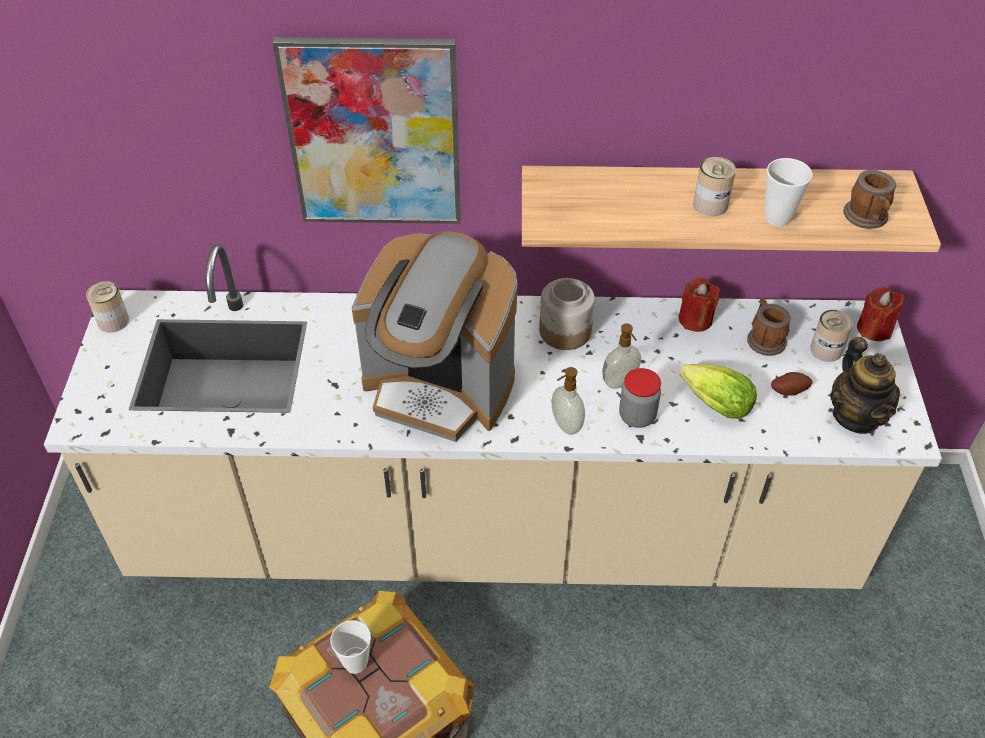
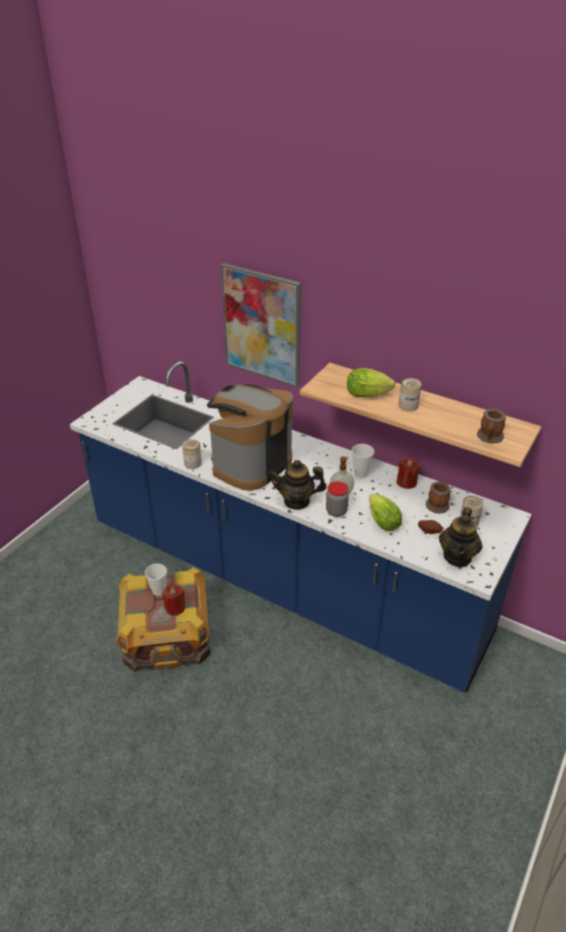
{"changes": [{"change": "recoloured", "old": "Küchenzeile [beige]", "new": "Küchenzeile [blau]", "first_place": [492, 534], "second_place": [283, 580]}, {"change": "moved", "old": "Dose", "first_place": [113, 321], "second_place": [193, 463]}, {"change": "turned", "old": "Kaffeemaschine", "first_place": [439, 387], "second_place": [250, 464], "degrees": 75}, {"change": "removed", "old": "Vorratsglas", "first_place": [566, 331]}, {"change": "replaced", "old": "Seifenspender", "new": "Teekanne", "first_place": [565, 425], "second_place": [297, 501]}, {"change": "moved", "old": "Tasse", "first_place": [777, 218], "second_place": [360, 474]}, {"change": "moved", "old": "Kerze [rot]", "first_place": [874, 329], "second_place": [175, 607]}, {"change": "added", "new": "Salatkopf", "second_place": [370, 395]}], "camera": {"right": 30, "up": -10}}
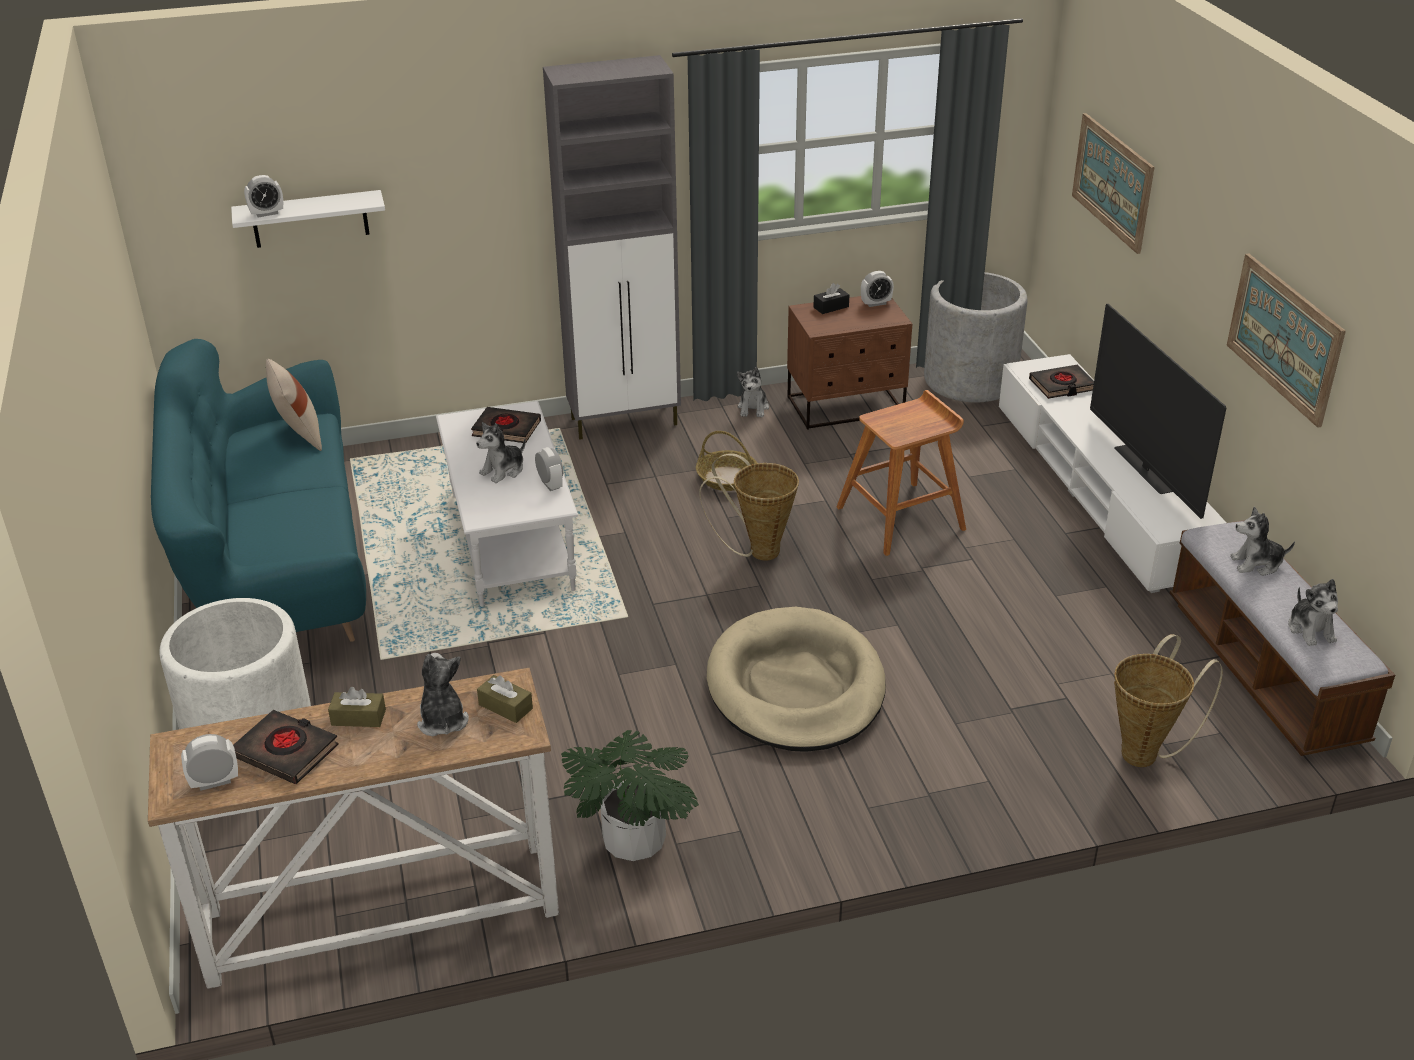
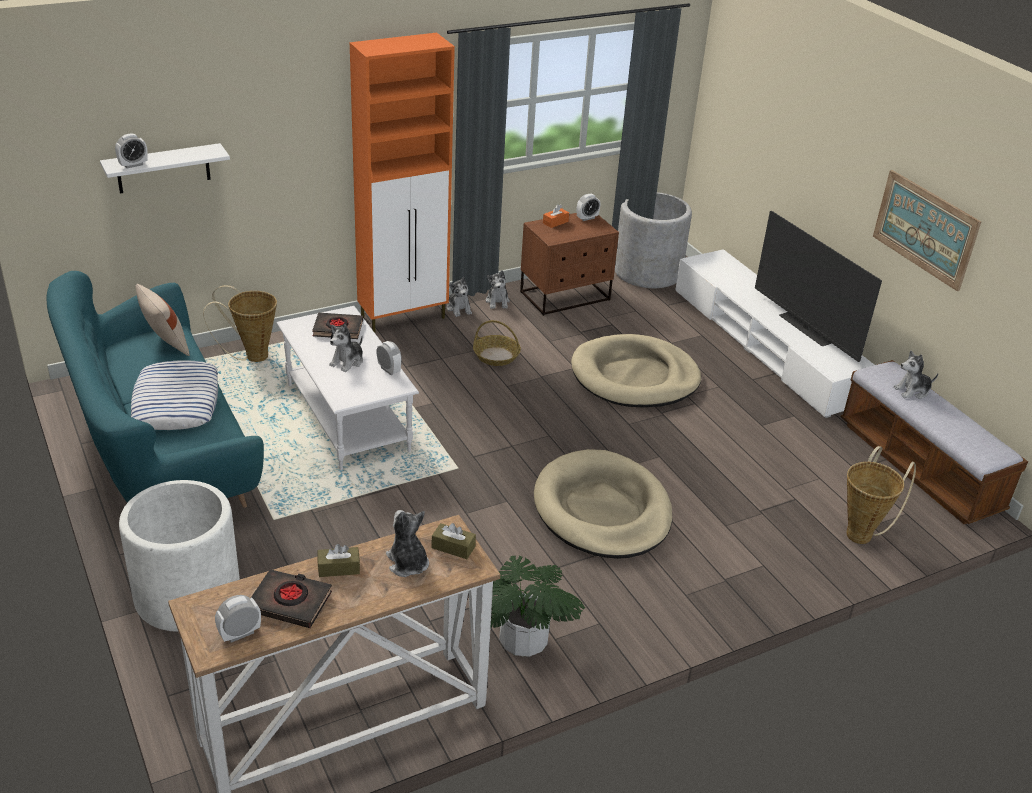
{"changes": [{"change": "recoloured", "old": "Schrank [grau]", "new": "Schrank [orange]", "first_place": [625, 421], "second_place": [404, 318]}, {"change": "moved", "old": "Korb", "first_place": [757, 551], "second_place": [251, 356]}, {"change": "recoloured", "old": "Taschentuchbox [schwarz]", "new": "Taschentuchbox [orange]", "first_place": [831, 307], "second_place": [555, 222]}, {"change": "replaced", "old": "Hocker [braun]", "new": "Hundebett [beige]", "first_place": [902, 518], "second_place": [635, 377]}, {"change": "removed", "old": "Buch [schwarz]", "first_place": [1062, 385]}, {"change": "removed", "old": "Bild", "first_place": [1112, 181]}, {"change": "moved", "old": "Plüschtier", "first_place": [1311, 629], "second_place": [459, 309]}, {"change": "added", "new": "Kissen", "second_place": [176, 402]}], "camera": {"right": -15, "up": 0}}
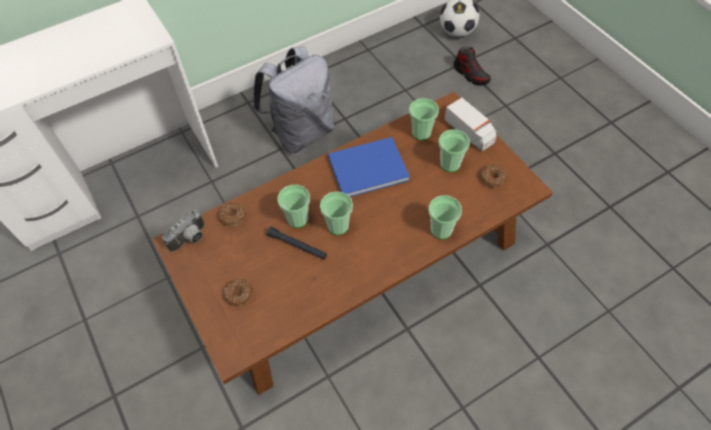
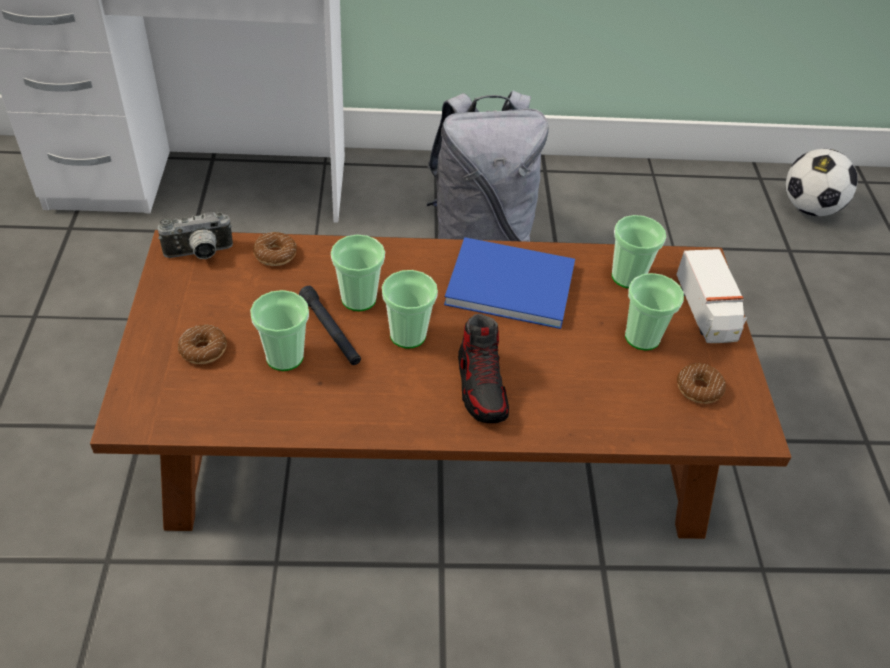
{"changes": [{"change": "moved", "old": "Tasse", "first_place": [441, 230], "second_place": [284, 357]}, {"change": "moved", "old": "Schuh", "first_place": [471, 74], "second_place": [481, 386]}], "camera": {"right": 25, "up": -10}}
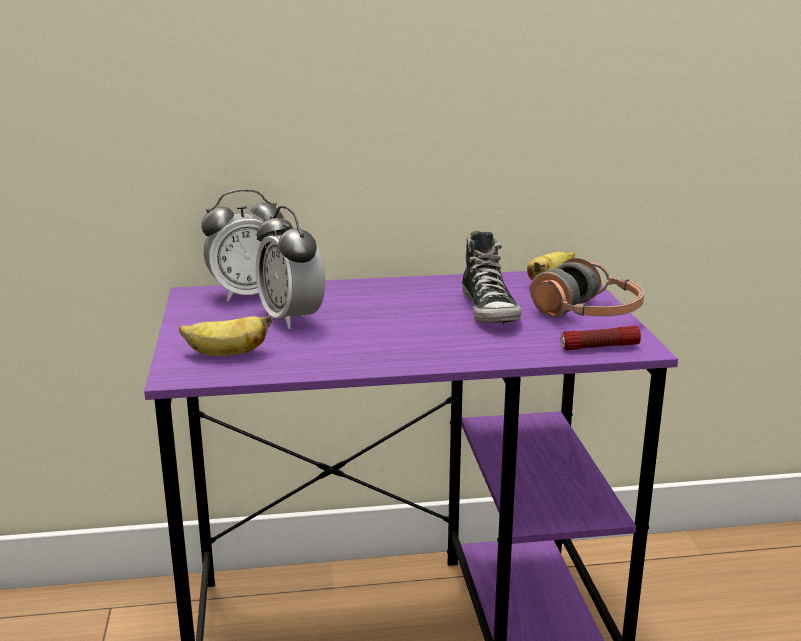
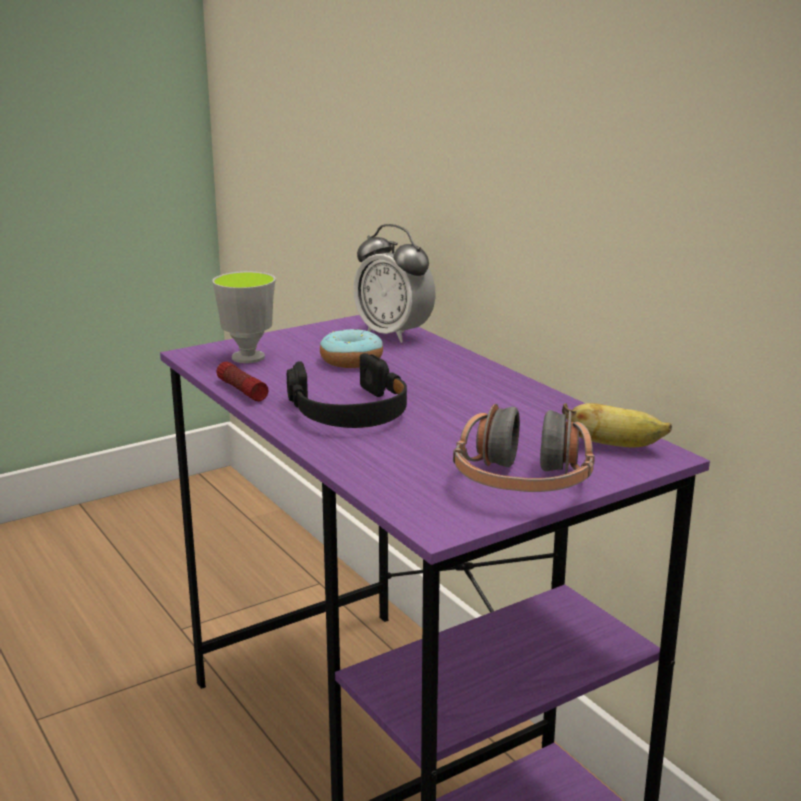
{"changes": [{"change": "replaced", "old": "Banane", "new": "Tasse", "first_place": [226, 354], "second_place": [248, 357]}, {"change": "replaced", "old": "Wecker", "new": "Donut", "first_place": [291, 318], "second_place": [351, 360]}, {"change": "removed", "old": "Schuh", "first_place": [489, 310]}, {"change": "moved", "old": "Taschenlampe", "first_place": [599, 347], "second_place": [241, 390]}, {"change": "added", "new": "Kopfhörer [schwarz]", "second_place": [349, 411]}], "camera": {"right": 65, "up": 0}}
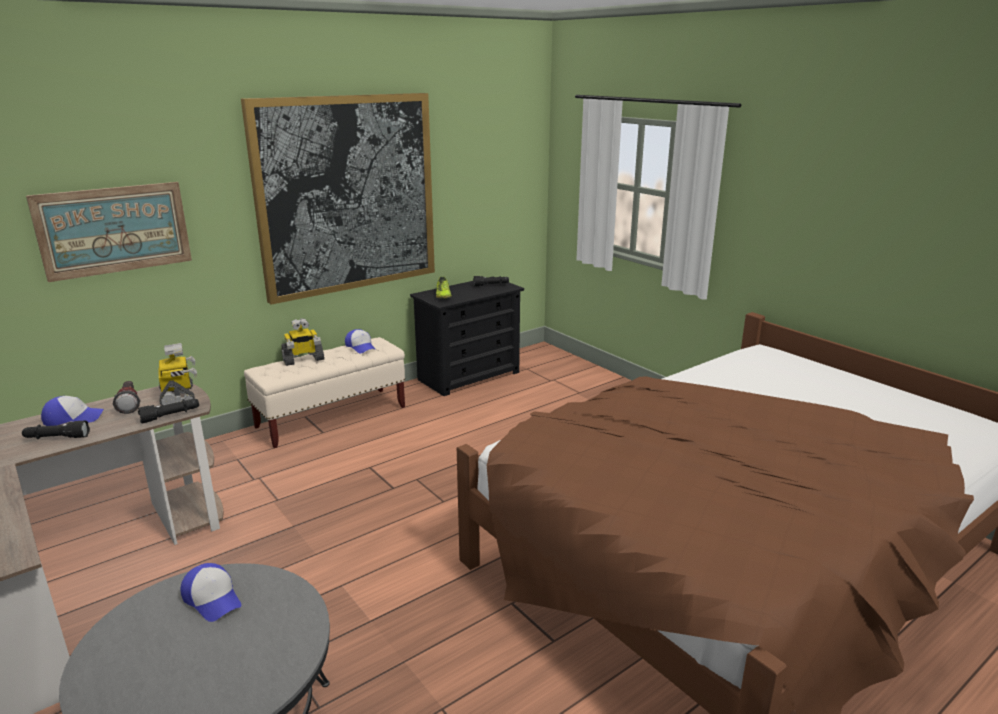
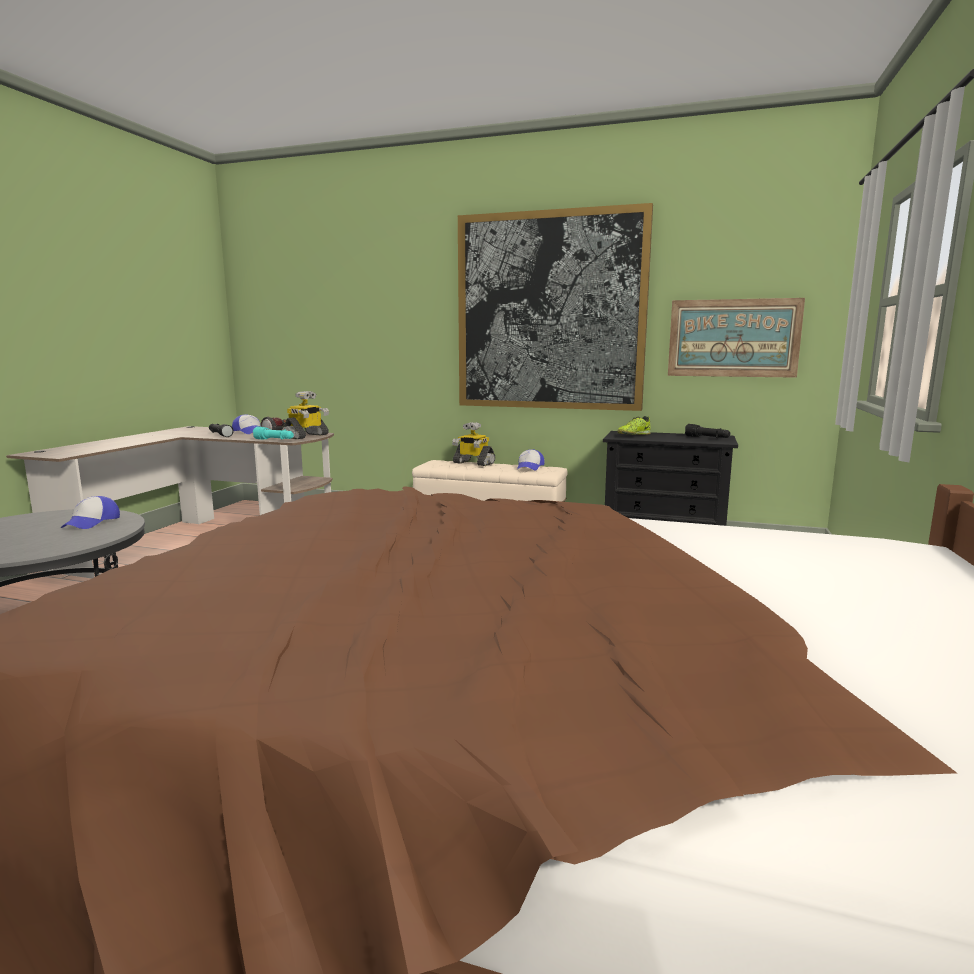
{"changes": [{"change": "moved", "old": "Bild", "first_place": [114, 230], "second_place": [733, 338]}, {"change": "recoloured", "old": "Taschenlampe [schwarz]", "new": "Taschenlampe [türkis]", "first_place": [170, 416], "second_place": [274, 440]}], "camera": {"right": 55, "up": -10}}
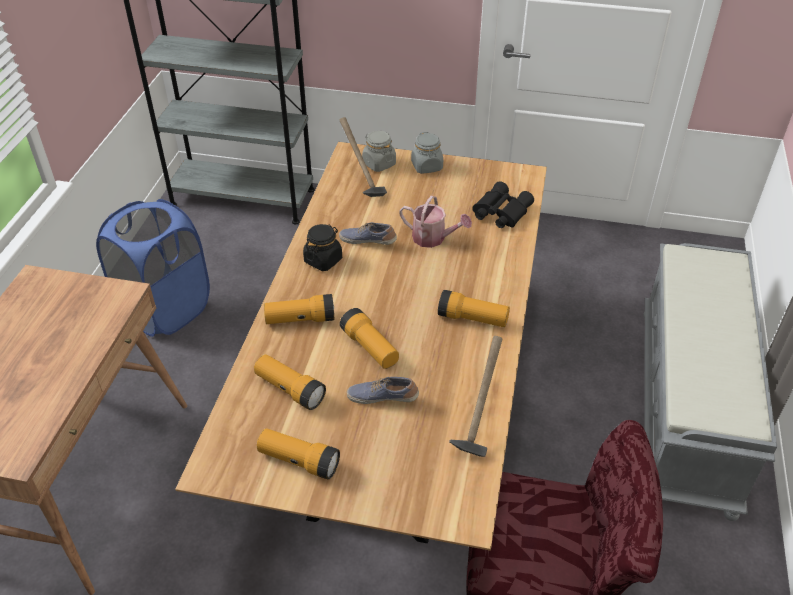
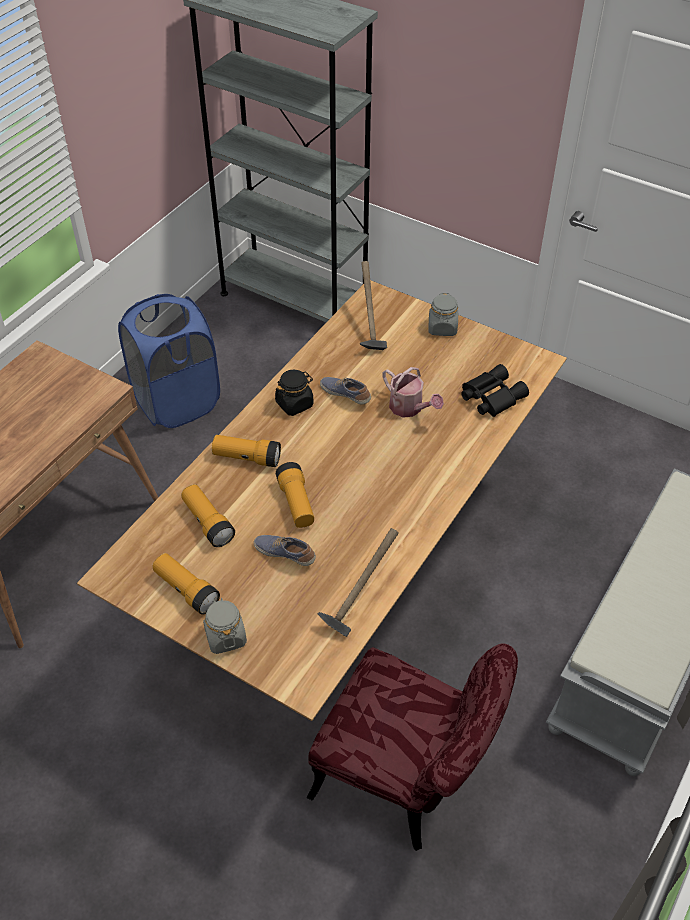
{"changes": [{"change": "moved", "old": "Vorratsglas [grau]", "first_place": [379, 164], "second_place": [225, 636]}, {"change": "removed", "old": "Taschenlampe", "first_place": [472, 319]}], "camera": {"right": 20, "up": 5}}
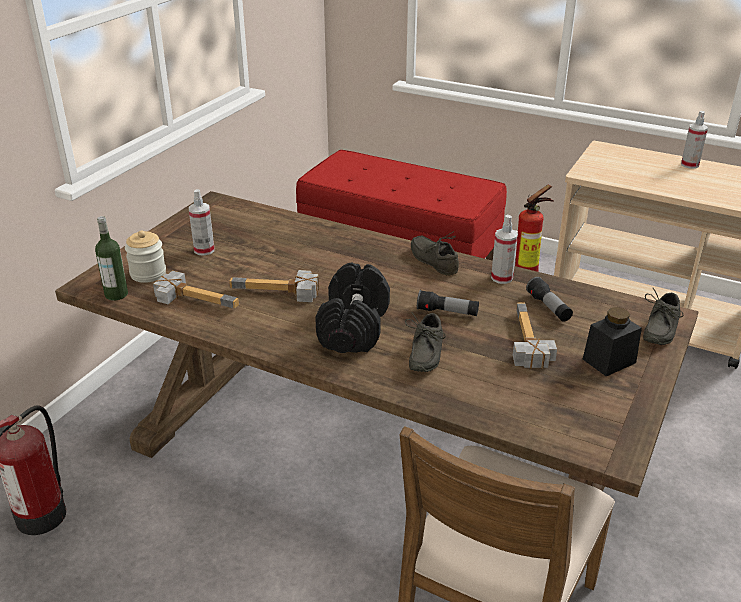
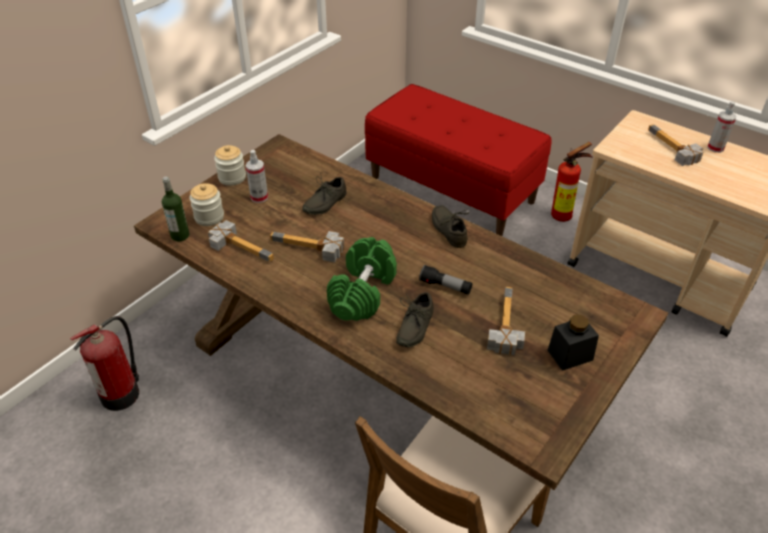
{"changes": [{"change": "recoloured", "old": "Hantel [schwarz]", "new": "Hantel [grün]", "first_place": [354, 327], "second_place": [363, 293]}, {"change": "removed", "old": "Sprühflasche", "first_place": [502, 278]}, {"change": "removed", "old": "Taschenlampe", "first_place": [548, 307]}, {"change": "moved", "old": "Schuh [grau]", "first_place": [657, 329], "second_place": [323, 203]}, {"change": "added", "new": "Vorratsglas", "second_place": [232, 178]}, {"change": "added", "new": "Hammer", "second_place": [670, 149]}], "camera": {"right": 10, "up": 10}}
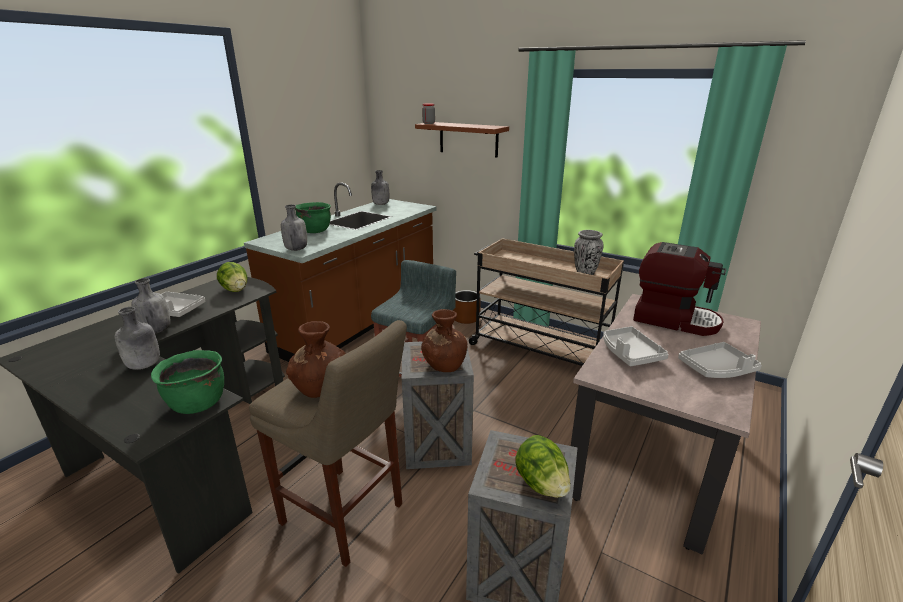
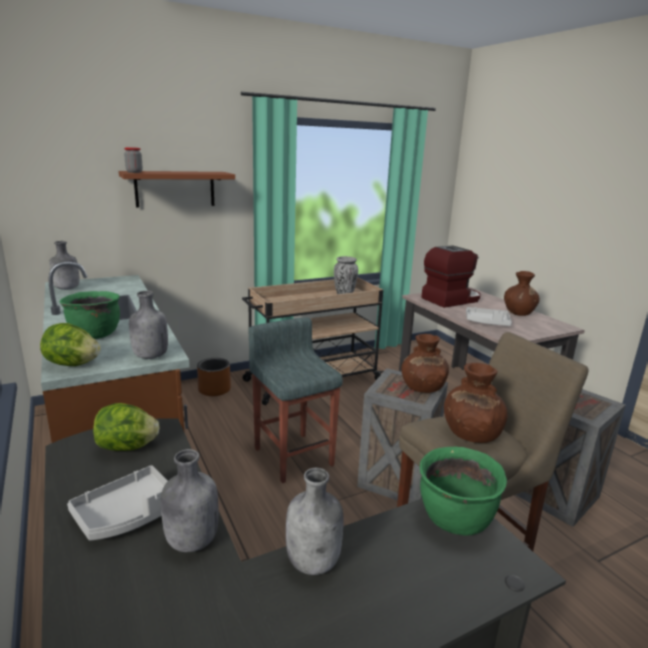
{"changes": [{"change": "moved", "old": "Salatkopf", "first_place": [541, 484], "second_place": [72, 364]}, {"change": "replaced", "old": "Tablett [grau]", "new": "Vase [braun]", "first_place": [717, 369], "second_place": [518, 312]}], "camera": {"right": -60, "up": -5}}
